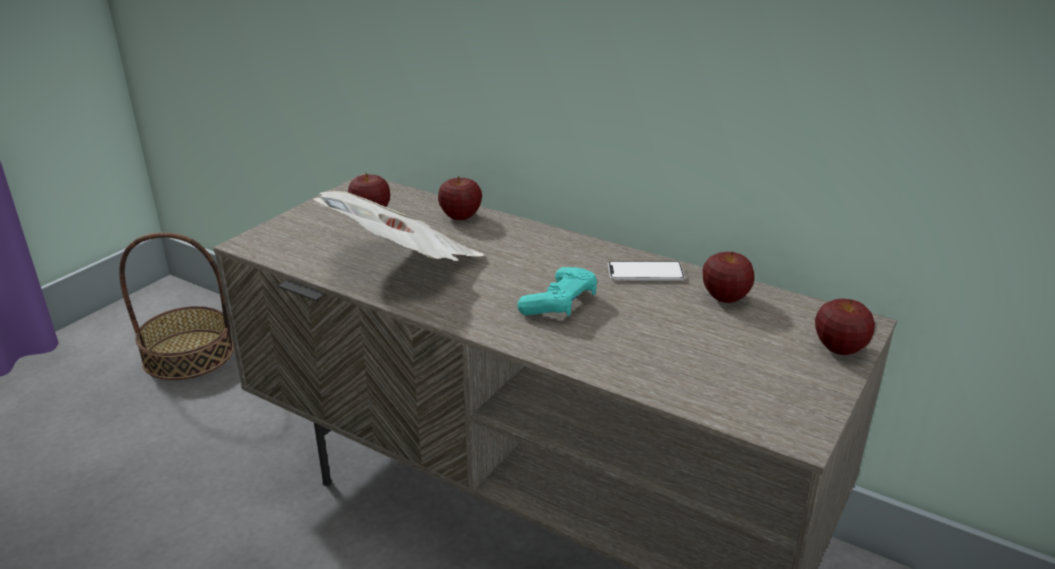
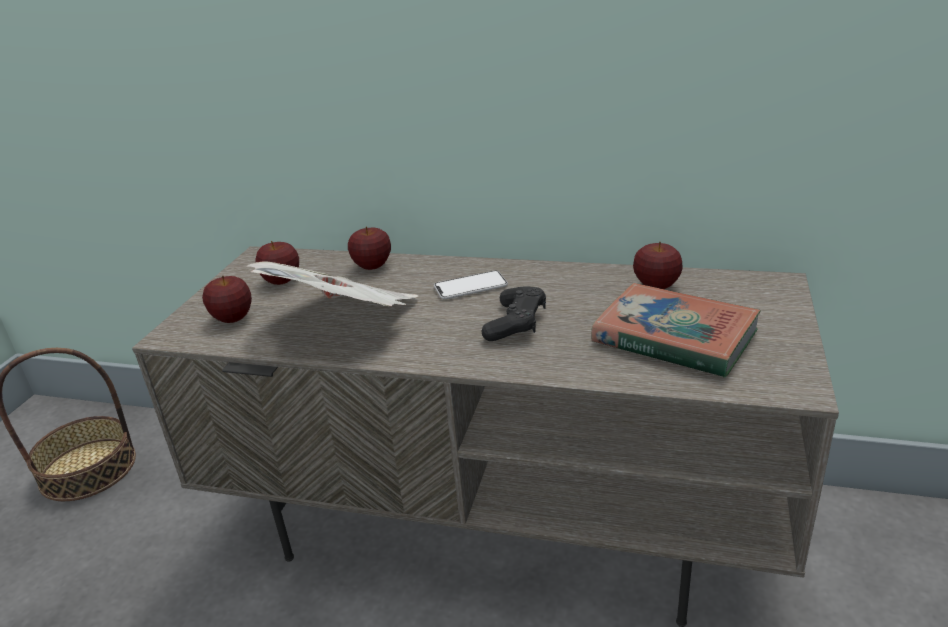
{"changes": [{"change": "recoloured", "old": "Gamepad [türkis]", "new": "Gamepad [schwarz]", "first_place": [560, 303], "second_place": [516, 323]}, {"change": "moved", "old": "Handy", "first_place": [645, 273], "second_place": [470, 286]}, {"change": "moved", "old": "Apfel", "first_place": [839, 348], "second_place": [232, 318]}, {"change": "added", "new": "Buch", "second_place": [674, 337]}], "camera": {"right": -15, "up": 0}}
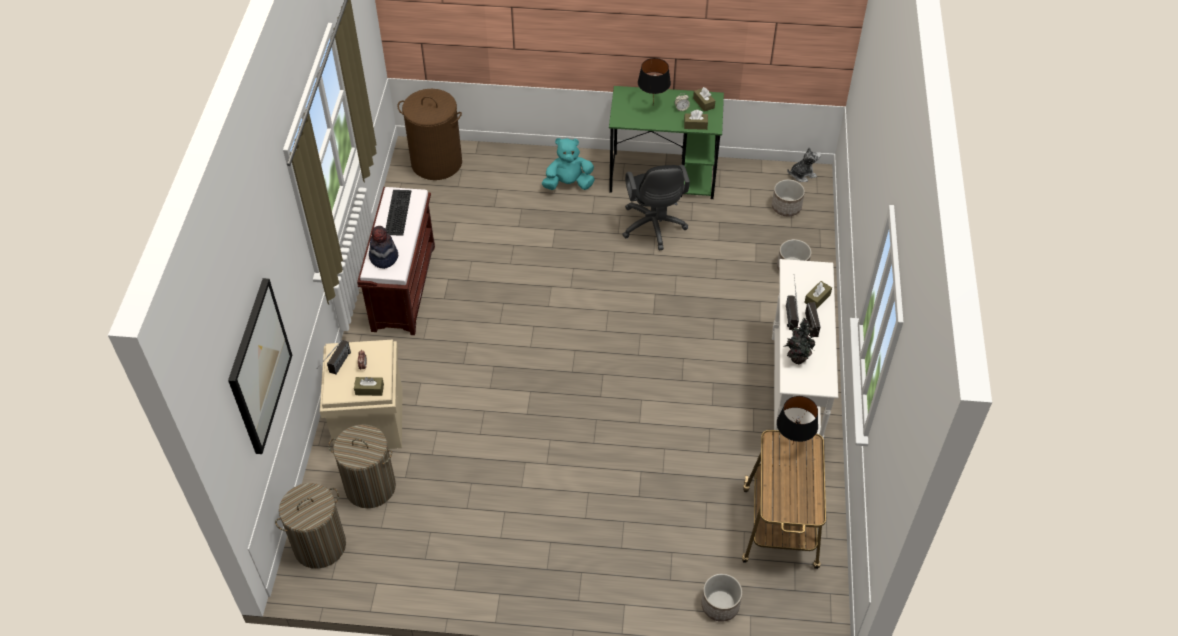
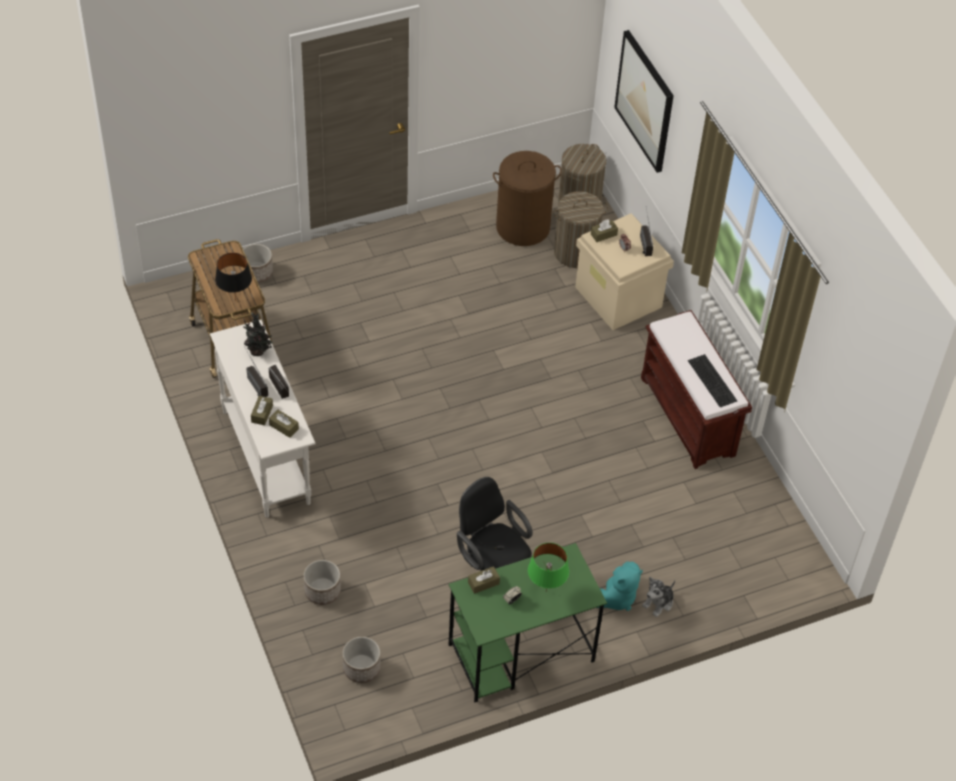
{"changes": [{"change": "removed", "old": "Hut", "first_place": [383, 257]}, {"change": "moved", "old": "Wäschekorb [braun]", "first_place": [436, 163], "second_place": [523, 227]}, {"change": "recoloured", "old": "Tischlampe [schwarz]", "new": "Tischlampe [grün]", "first_place": [652, 106], "second_place": [546, 591]}, {"change": "moved", "old": "Taschentuchbox [braun]", "first_place": [703, 103], "second_place": [284, 427]}, {"change": "moved", "old": "Plüschtier", "first_place": [802, 174], "second_place": [658, 602]}], "camera": {"right": 150, "up": 0}}
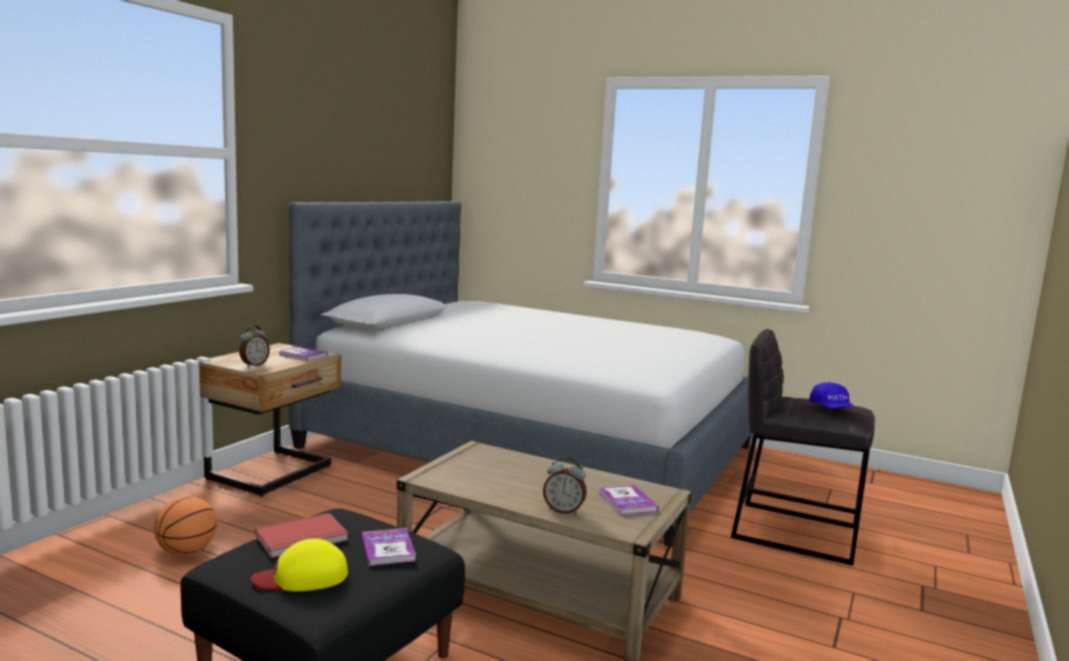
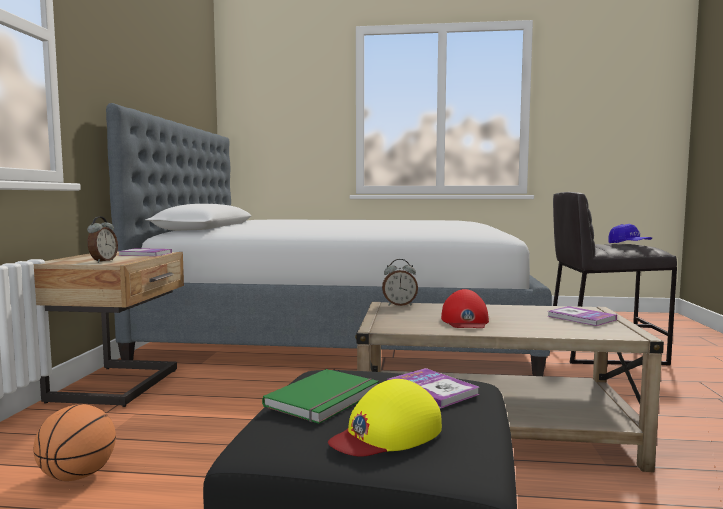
{"changes": [{"change": "recoloured", "old": "Buch [rot]", "new": "Buch [grün]", "first_place": [303, 539], "second_place": [326, 399]}, {"change": "moved", "old": "Wecker", "first_place": [563, 510], "second_place": [399, 305]}, {"change": "added", "new": "Kappe [rot]", "second_place": [465, 321]}], "camera": {"right": -20, "up": -5}}
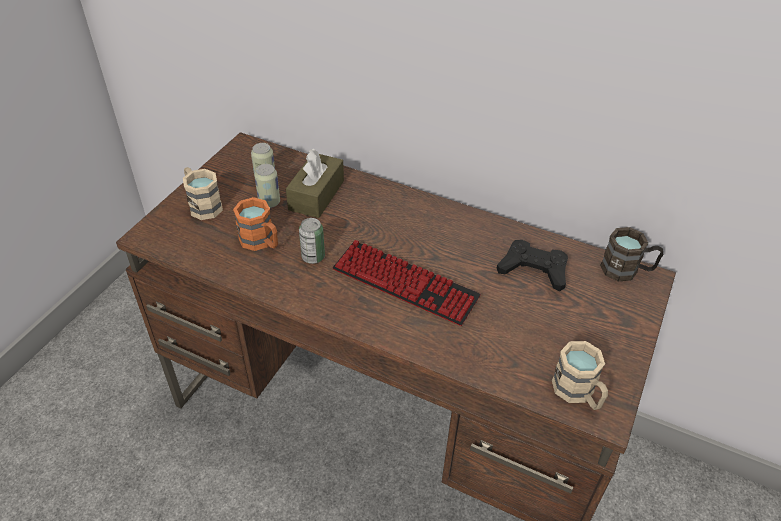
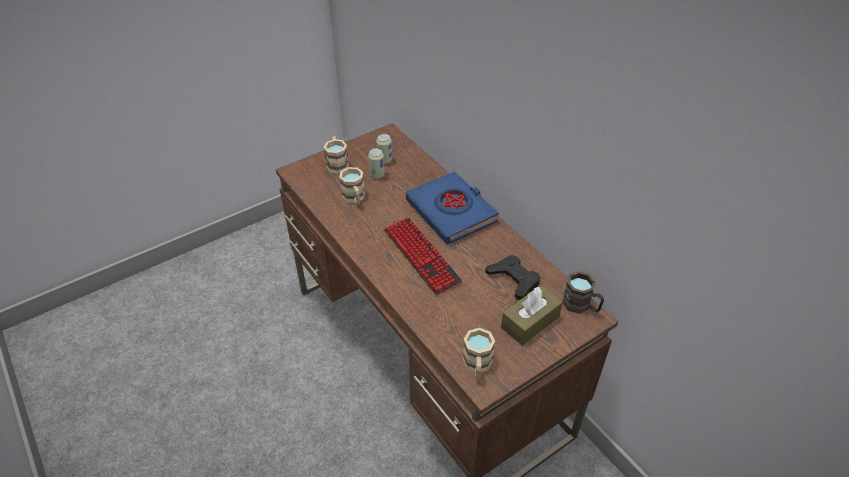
{"changes": [{"change": "recoloured", "old": "Henkelbecher [orange]", "new": "Henkelbecher [beige]", "first_place": [261, 242], "second_place": [354, 198]}, {"change": "moved", "old": "Taschentuchbox [braun]", "first_place": [316, 195], "second_place": [530, 322]}, {"change": "removed", "old": "Dose", "first_place": [313, 257]}, {"change": "added", "new": "Buch [blau]", "second_place": [451, 211]}], "camera": {"right": 30, "up": 0}}
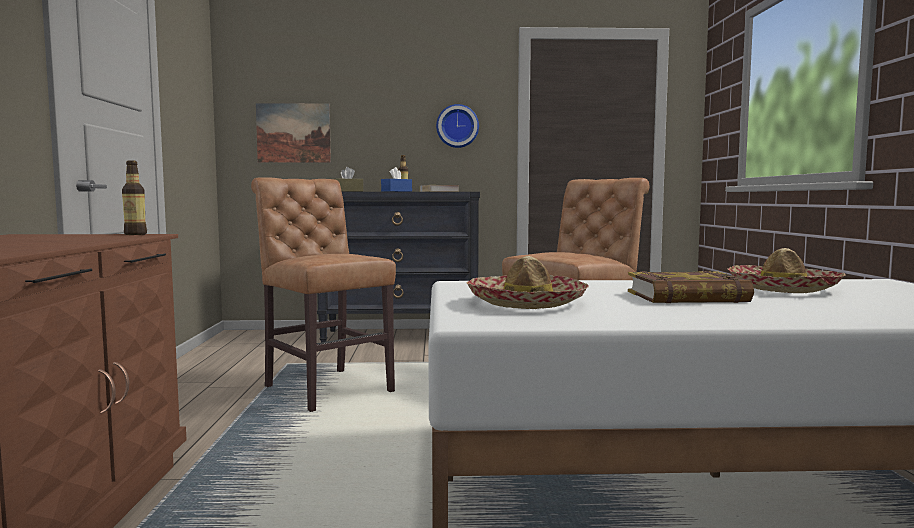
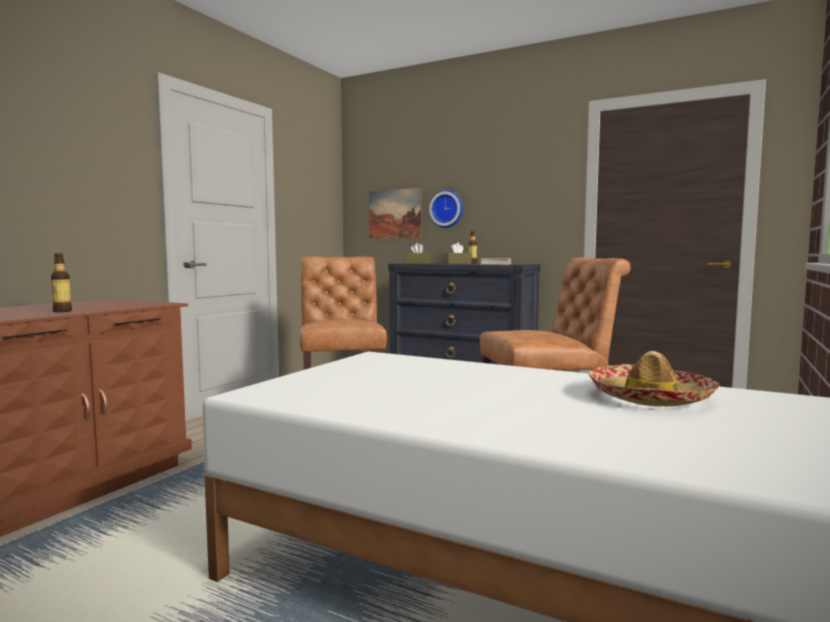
{"changes": [{"change": "moved", "old": "Flasche", "first_place": [135, 234], "second_place": [62, 311]}, {"change": "recoloured", "old": "Taschentuchbox [blau]", "new": "Taschentuchbox [braun]", "first_place": [396, 191], "second_place": [457, 263]}, {"change": "moved", "old": "Wanduhr", "first_place": [457, 126], "second_place": [447, 209]}, {"change": "removed", "old": "Hut", "first_place": [526, 303]}, {"change": "removed", "old": "Buch", "first_place": [687, 297]}], "camera": {"right": 30, "up": 0}}
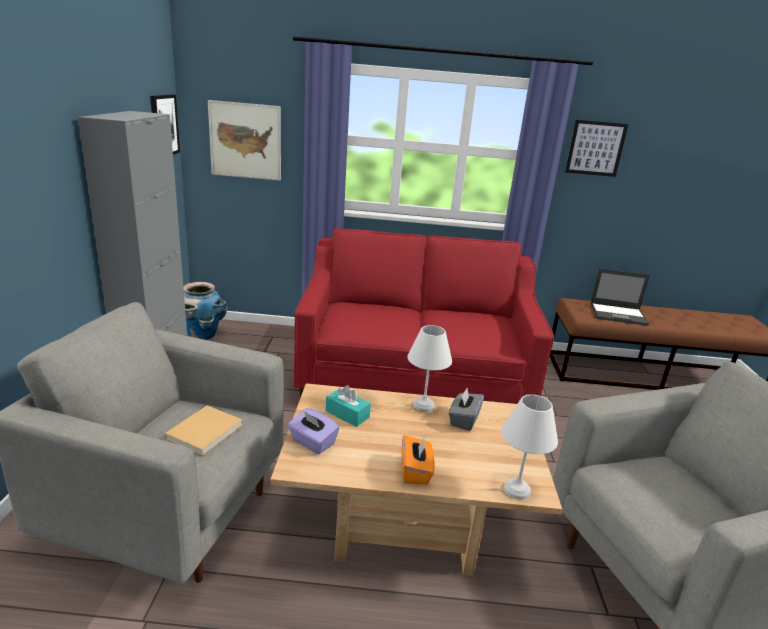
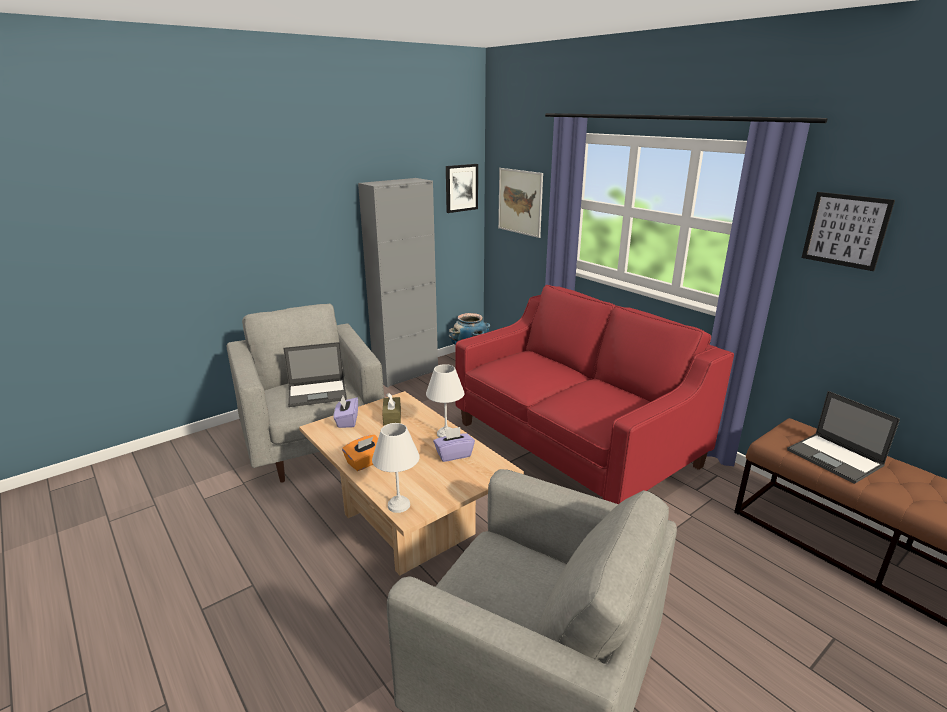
{"changes": [{"change": "replaced", "old": "Buch [beige]", "new": "Laptop", "first_place": [206, 430], "second_place": [318, 393]}, {"change": "recoloured", "old": "Taschentuchbox [türkis]", "new": "Taschentuchbox [braun]", "first_place": [347, 414], "second_place": [392, 417]}, {"change": "recoloured", "old": "Taschentuchbox [grau]", "new": "Taschentuchbox [lila]", "first_place": [463, 420], "second_place": [453, 454]}], "camera": {"right": 50, "up": 0}}
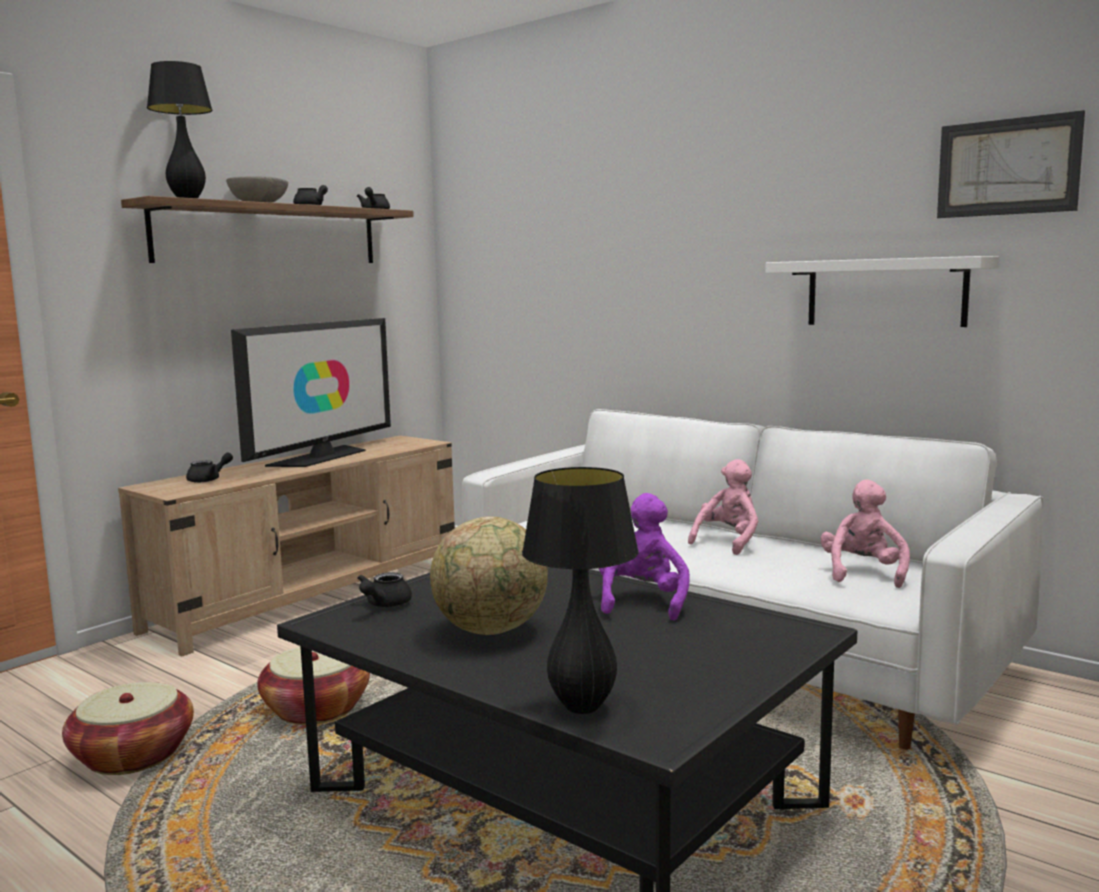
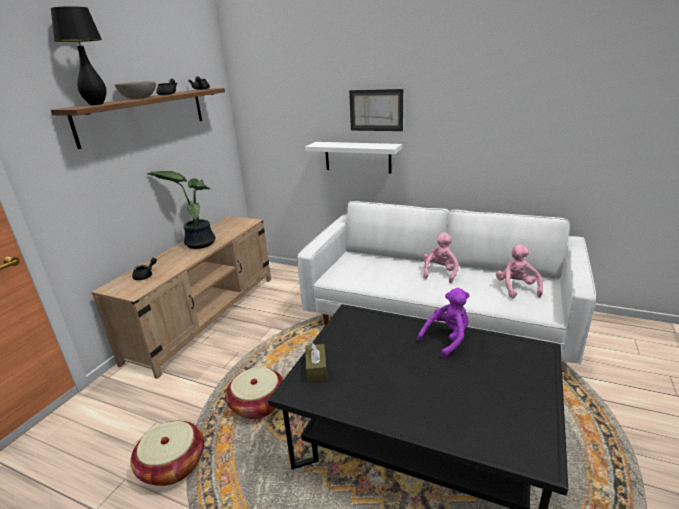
{"changes": [{"change": "replaced", "old": "Fernseher", "new": "Topfpflanze", "first_place": [321, 457], "second_place": [199, 243]}, {"change": "replaced", "old": "Teekanne [schwarz]", "new": "Taschentuchbox [braun]", "first_place": [384, 604], "second_place": [316, 368]}, {"change": "removed", "old": "Globus", "first_place": [491, 630]}, {"change": "removed", "old": "Tischlampe [schwarz]", "first_place": [582, 707]}, {"change": "turned", "old": "Plüschtier [lila]", "first_place": [643, 602], "second_place": [447, 339], "degrees": 60}, {"change": "moved", "old": "Wandregal [weiß]", "first_place": [885, 292], "second_place": [357, 157]}, {"change": "moved", "old": "Bild", "first_place": [1007, 167], "second_place": [376, 110]}], "camera": {"right": -15, "up": 15}}
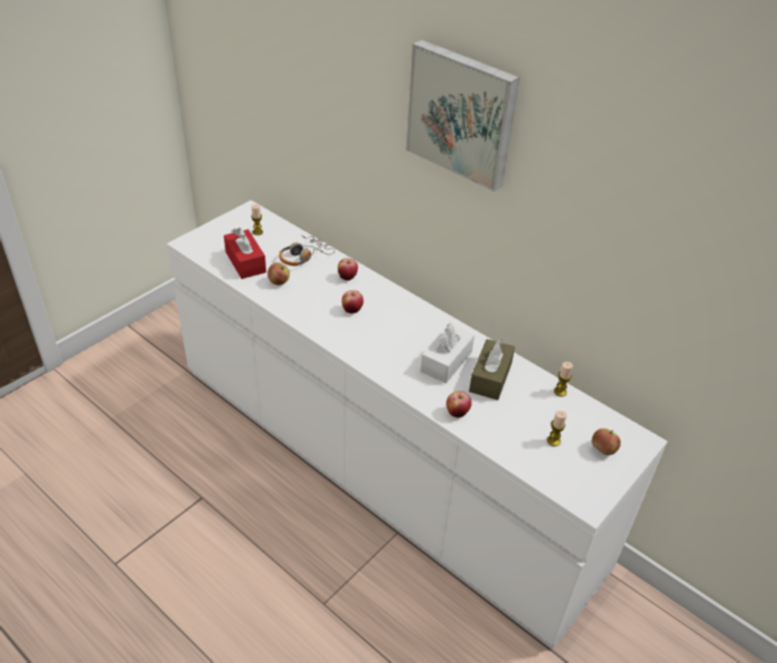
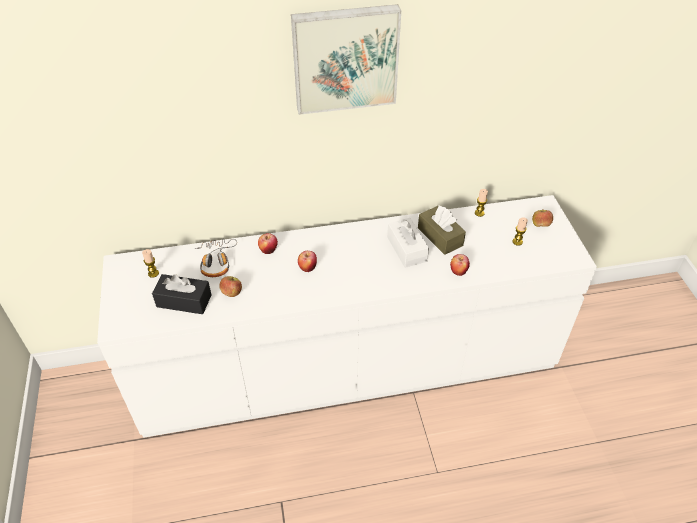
{"changes": [{"change": "recoloured", "old": "Taschentuchbox [rot]", "new": "Taschentuchbox [schwarz]", "first_place": [245, 262], "second_place": [184, 301]}], "camera": {"right": -50, "up": 5}}
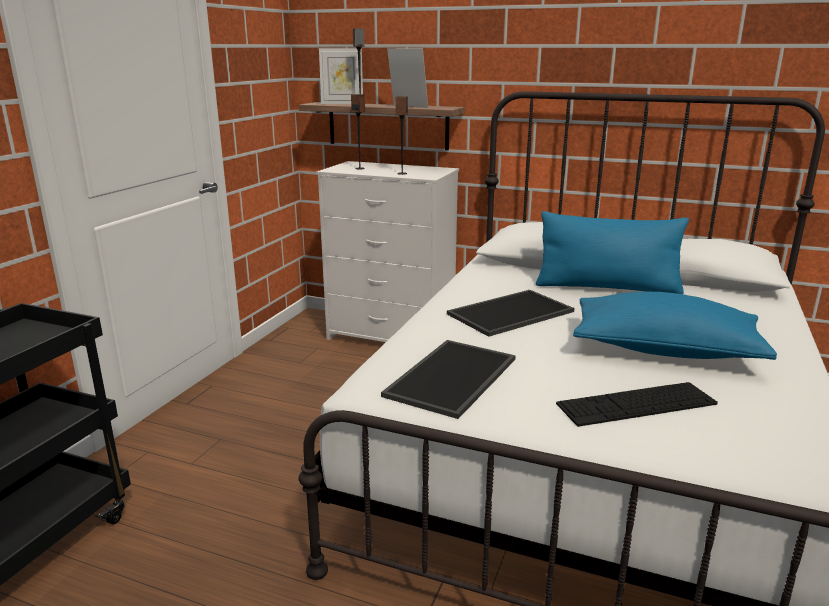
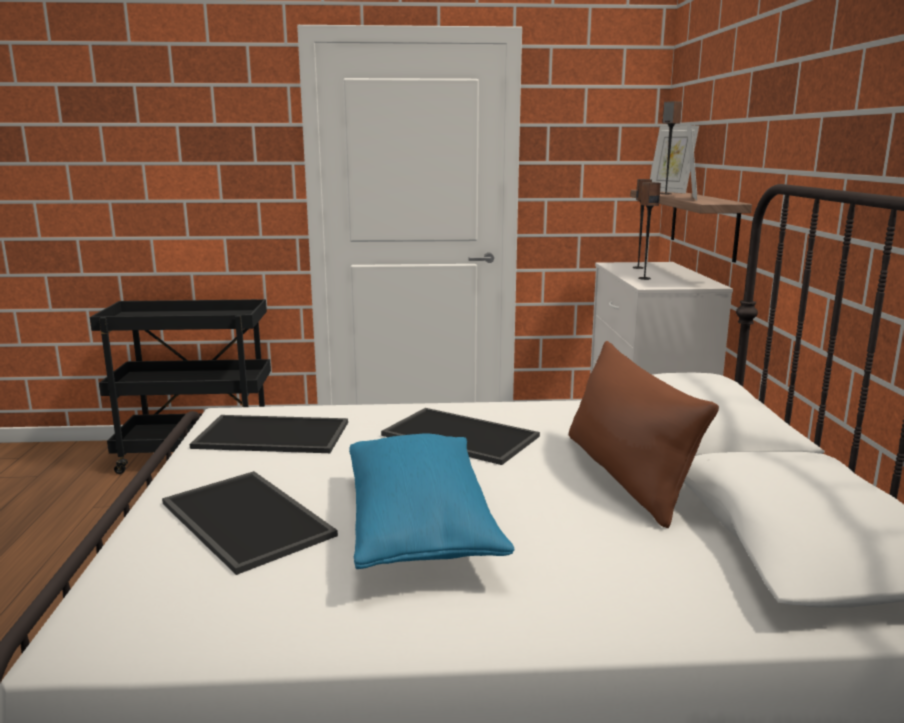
{"changes": [{"change": "recoloured", "old": "Kissen [blau]", "new": "Kissen [braun]", "first_place": [607, 287], "second_place": [625, 475]}, {"change": "replaced", "old": "Tastatur", "new": "Tablett", "first_place": [636, 404], "second_place": [250, 519]}], "camera": {"right": 65, "up": -5}}
